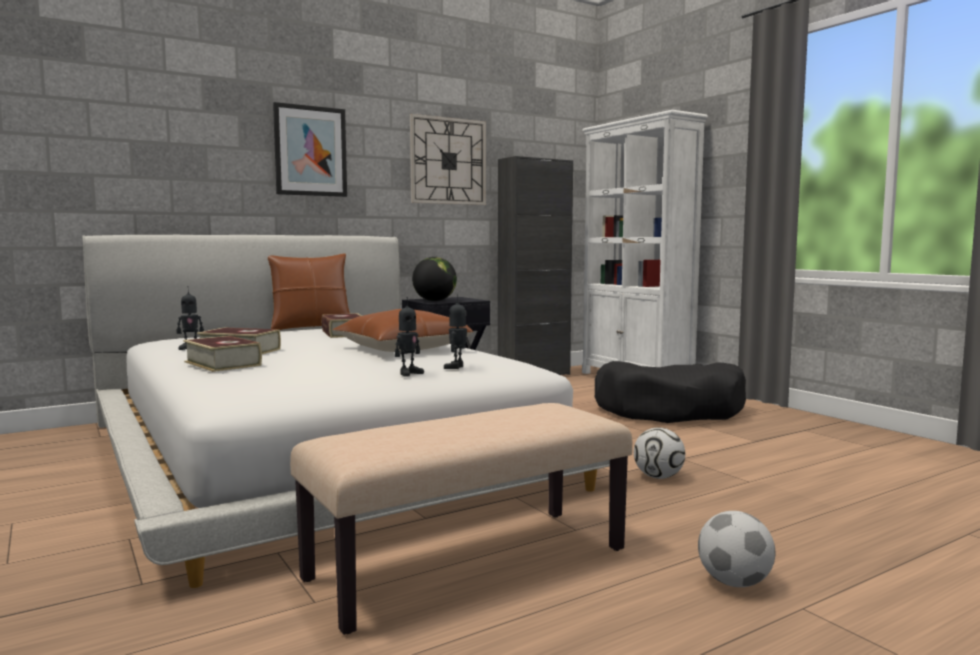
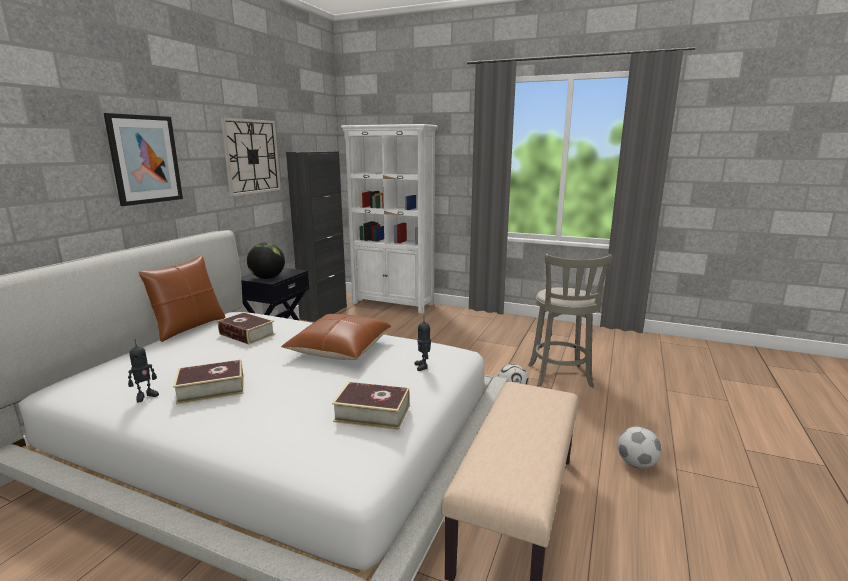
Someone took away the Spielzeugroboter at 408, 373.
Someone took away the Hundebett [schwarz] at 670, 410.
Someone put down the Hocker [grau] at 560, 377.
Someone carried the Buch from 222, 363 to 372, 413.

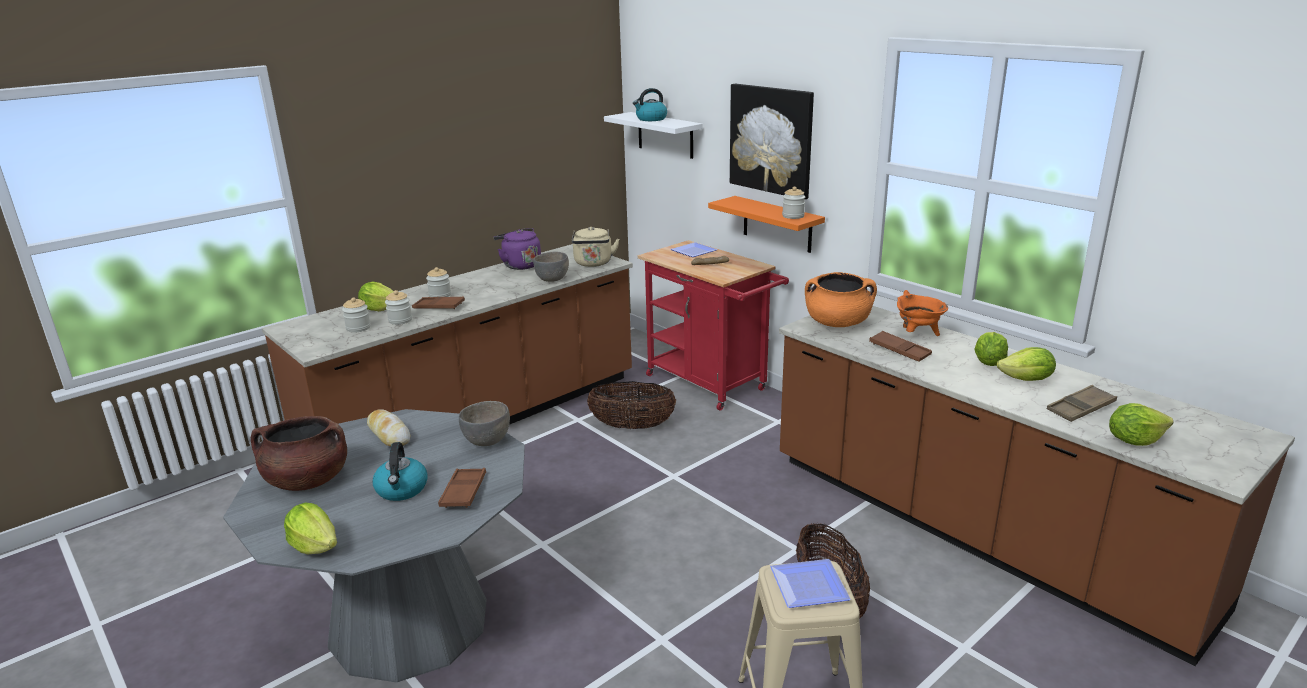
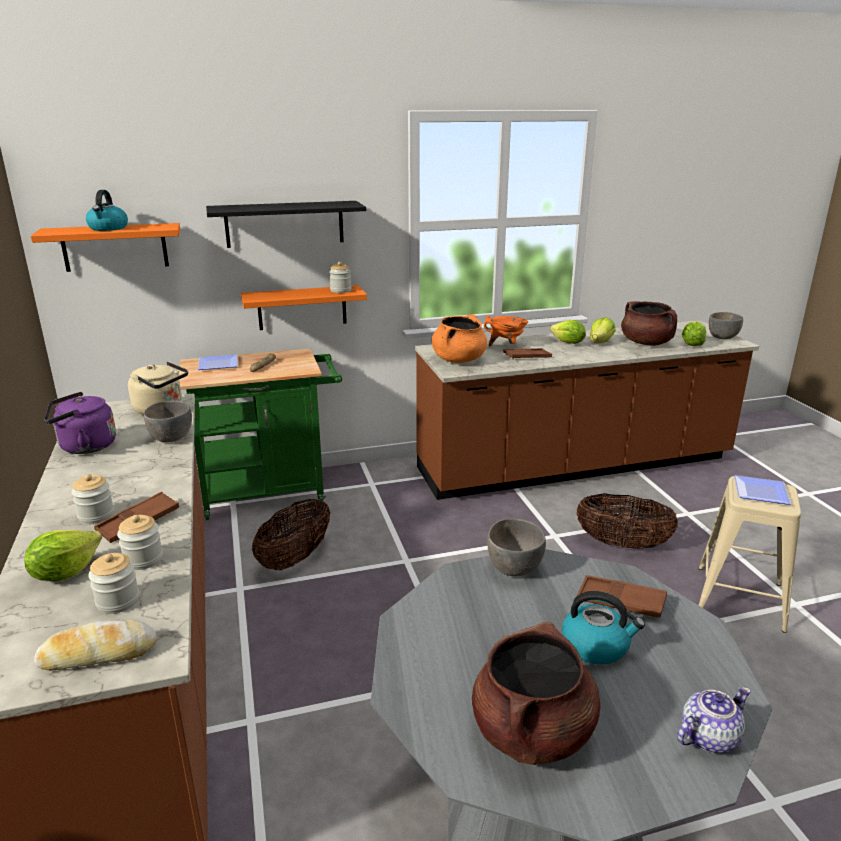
Someone put down the Schüssel [grau] at 723, 337.
Someone carried the Brot from 389, 434 to 98, 654.
Someone swapped the Salatkopf at 315, 546 for the Teekanne at 708, 737.
Someone swapped the Bild at 771, 140 for the Wandregal [schwarz] at 284, 224.
Someone swapped the Tablett [braun] at 1080, 408 for the Kochtopf [braun] at 646, 343.
Someone repainted the Wandregal [weiß] at 665, 135, which became the Wandregal [orange] at 115, 247.
Someone repainted the Rollwagen [rot] at 711, 385, which became the Rollwagen [grün] at 272, 493.

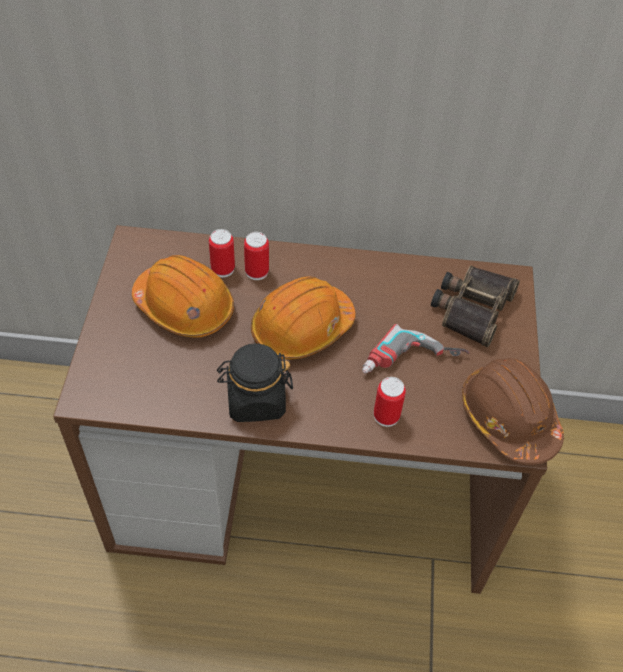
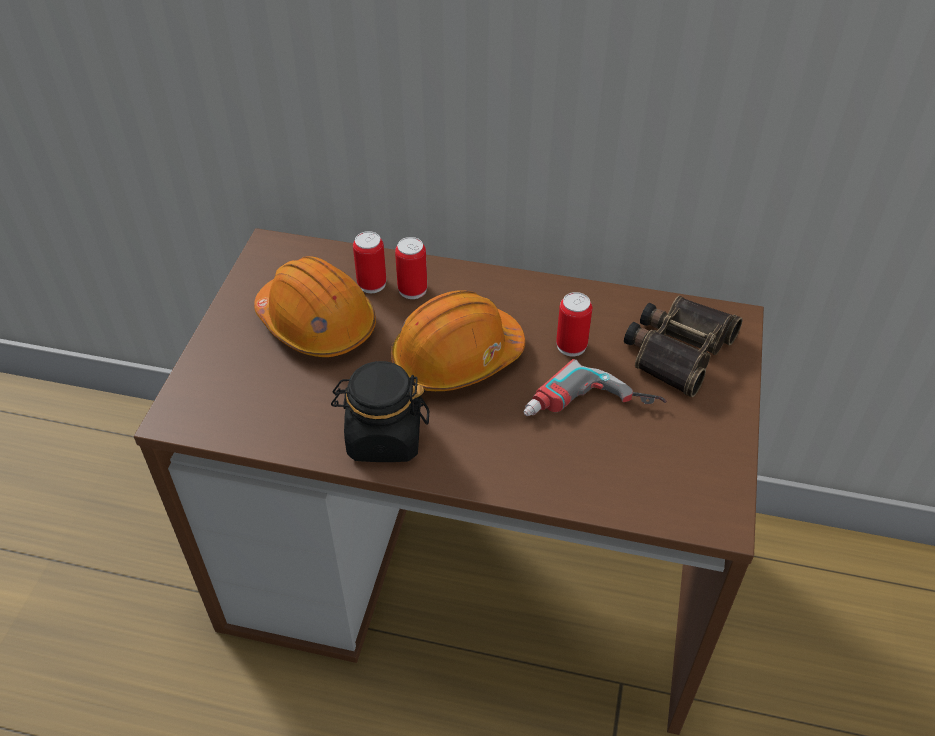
Someone took away the Schutzhelm [braun] at 508, 418.
Someone carried the Dose from 386, 416 to 571, 345.

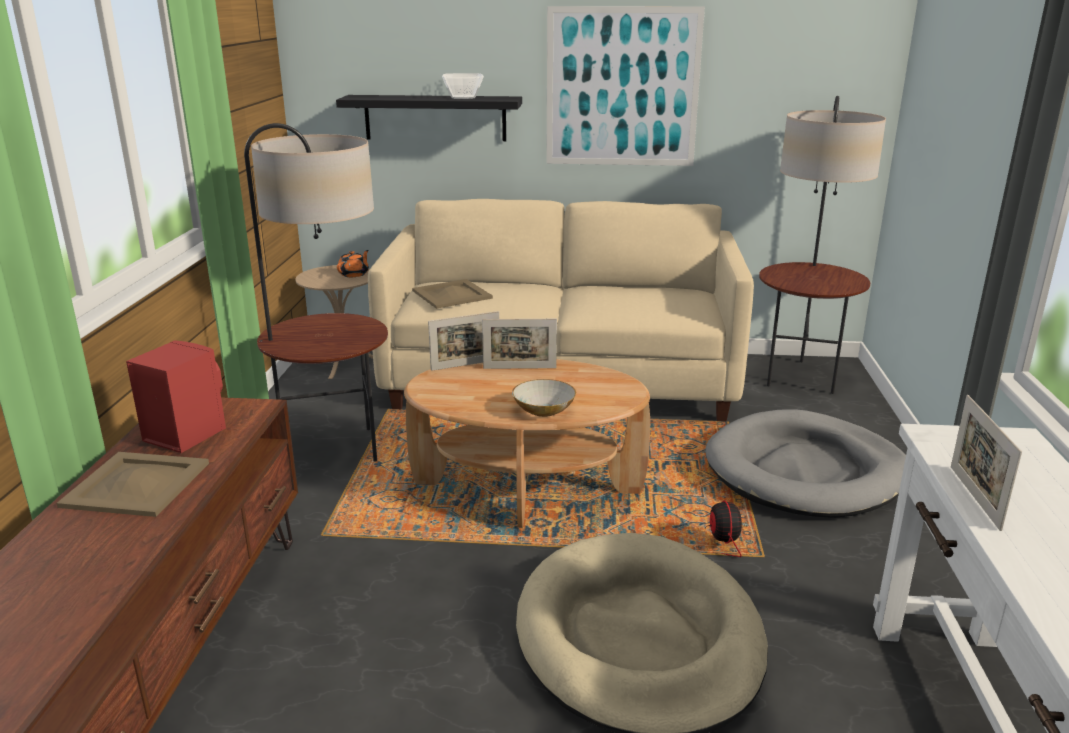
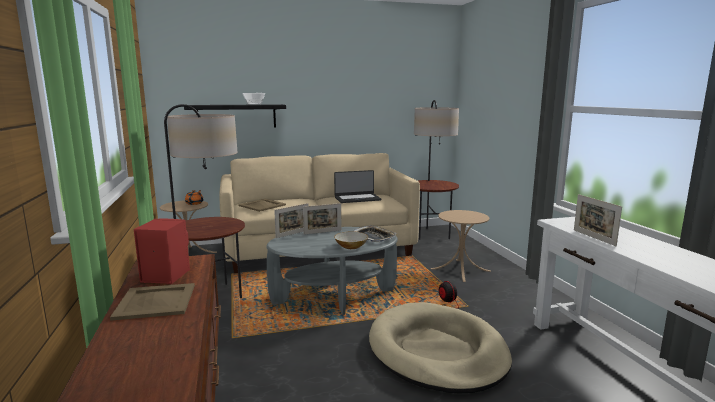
Someone took away the Bild at 622, 88.
Someone put down the Laptop at 357, 198.
Someone put down the Tablett at 374, 237.
Someone swapped the Hundebett [grau] at 805, 471 for the Beistelltisch [beige] at 460, 270.
Someone repainted the Couchtisch [braun] at 526, 489, which became the Couchtisch [grau] at 334, 297.

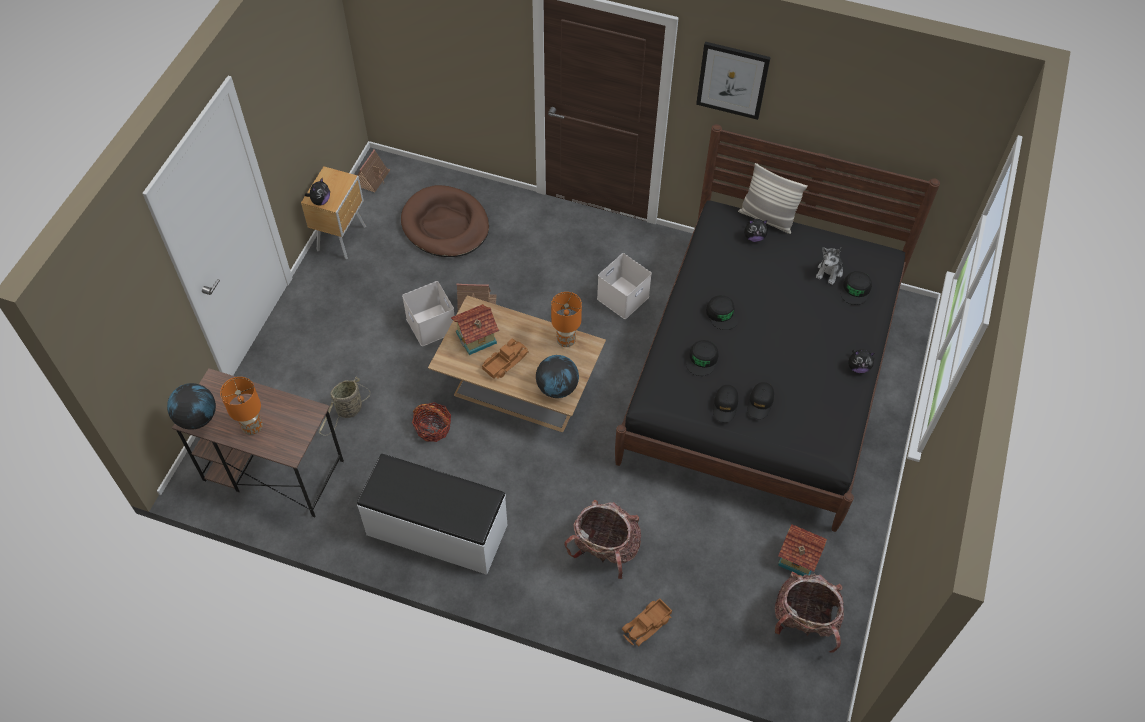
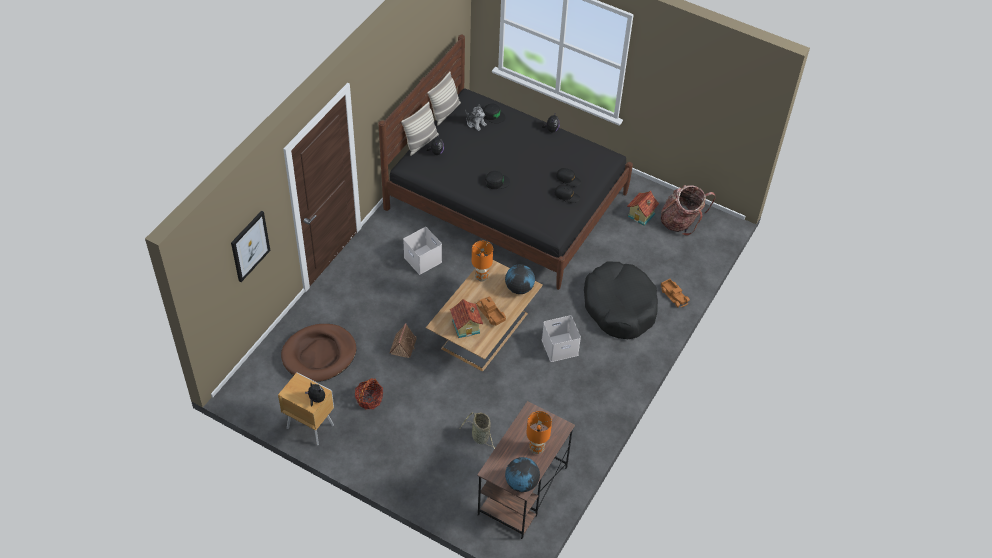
Someone took away the Bank [weiß] at 436, 531.
Someone took away the Spielzeughaus at 372, 178.
Someone took away the Kappe [schwarz] at 702, 360.
Someone put down the Kissen at 445, 112.
Someone carried the Aufbewahrungsbox [weiß] from 430, 324 to 559, 348.
Someone carried the Korb from 433, 428 to 369, 399.
Someone carried the Bild from 732, 80 to 250, 246.
Someone swapped the Rucksack at 605, 549 for the Hundebett [schwarz] at 619, 307.

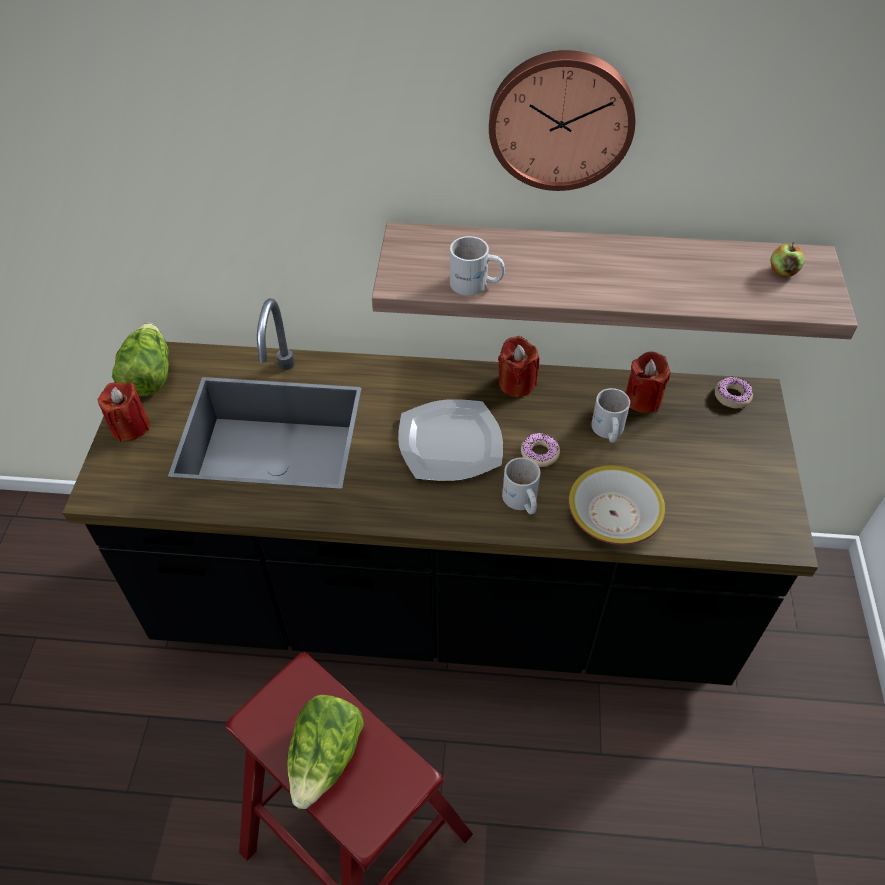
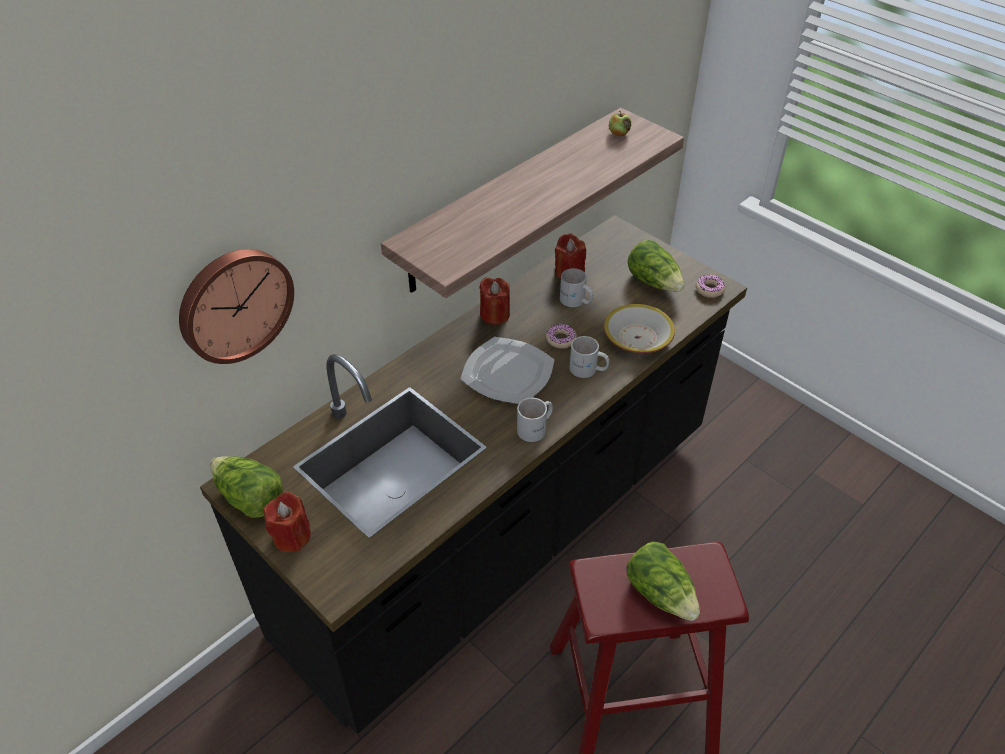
Someone put down the Salatkopf at 654, 282.
Someone carried the Henkelbecher [weiß] from 476, 284 to 536, 428.
Someone carried the Wanduhr from 561, 119 to 234, 303.
Someone carried the Donut from 732, 396 to 709, 289.

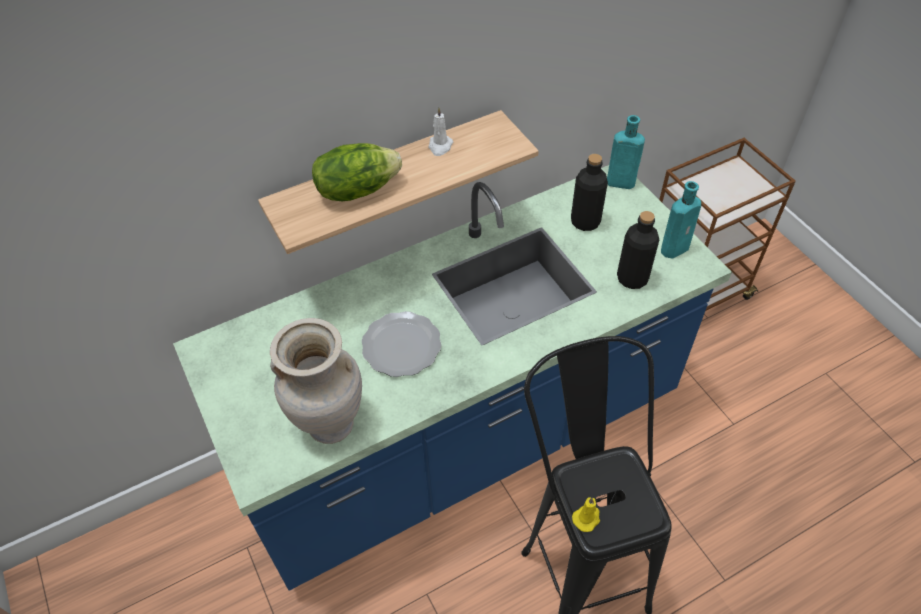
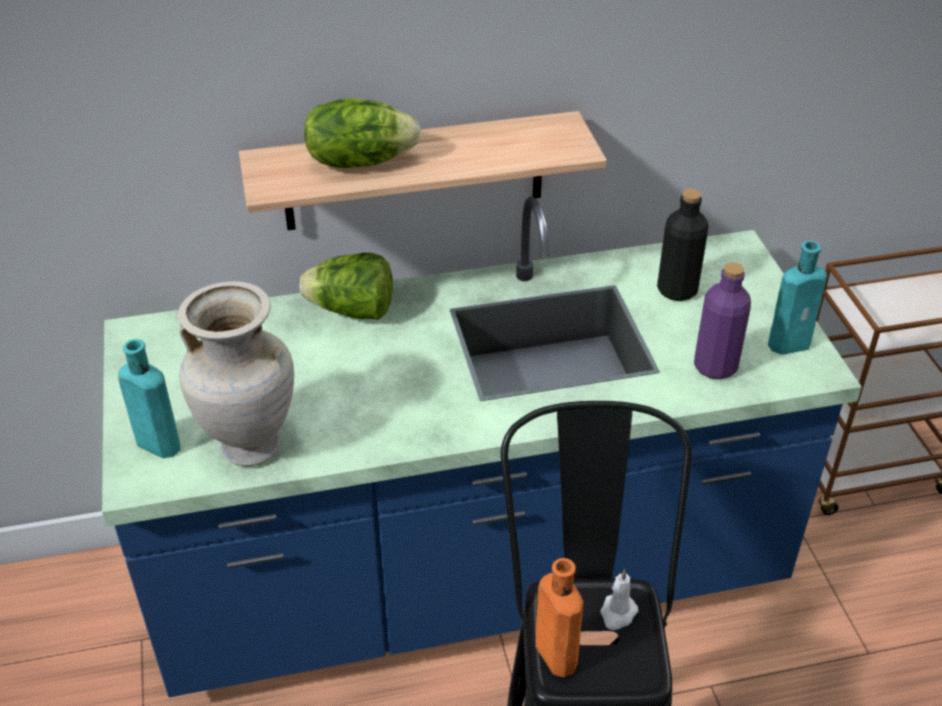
Someone took away the Teller at 402, 347.
Someone put down the Salatkopf at 352, 311.
Someone carried the Kerze [weiß] from 440, 146 to 617, 613.
Someone carried the Flasche [türkis] from 618, 182 to 156, 443.
Someone swapped the Kerze [gelb] at 587, 518 for the Flasche [orange] at 554, 652.
Someone repainted the Flasche [schwarz] at 632, 278, which became the Flasche [lila] at 715, 366.

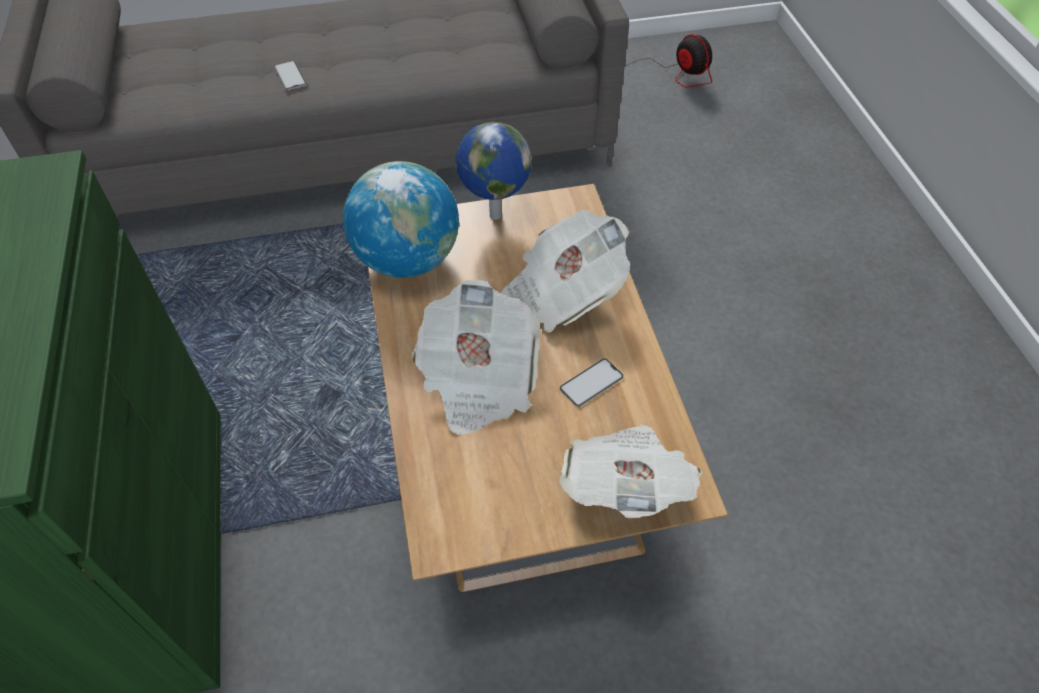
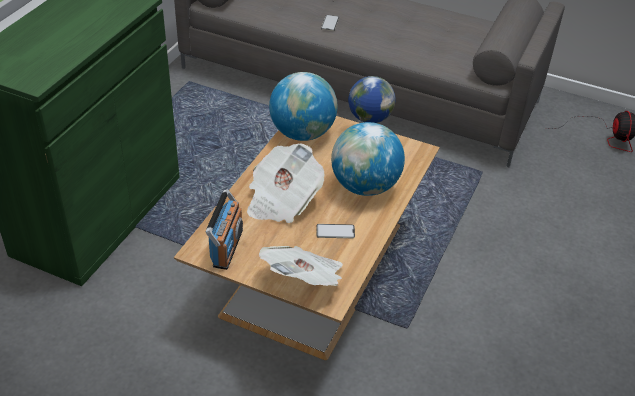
Someone put down the Radio at 227, 248.
Someone swapped the Zeitung at 563, 292 for the Globus at 365, 186.

